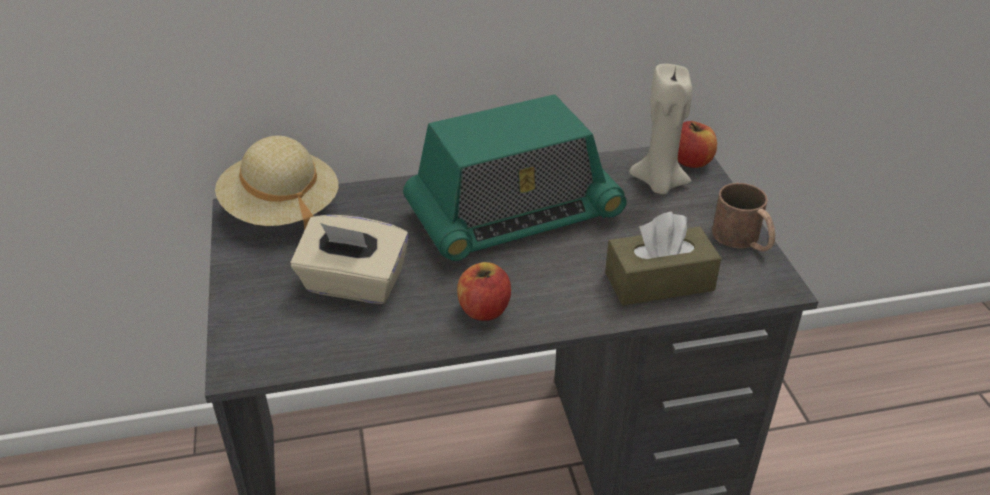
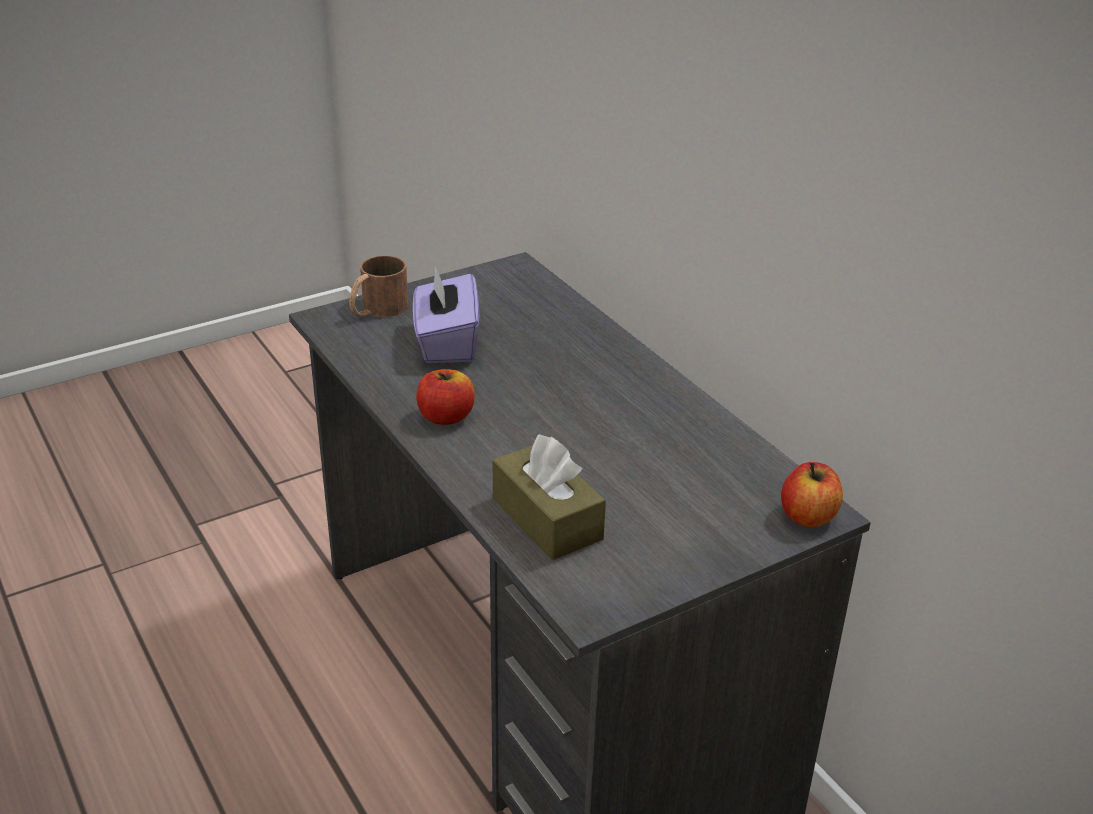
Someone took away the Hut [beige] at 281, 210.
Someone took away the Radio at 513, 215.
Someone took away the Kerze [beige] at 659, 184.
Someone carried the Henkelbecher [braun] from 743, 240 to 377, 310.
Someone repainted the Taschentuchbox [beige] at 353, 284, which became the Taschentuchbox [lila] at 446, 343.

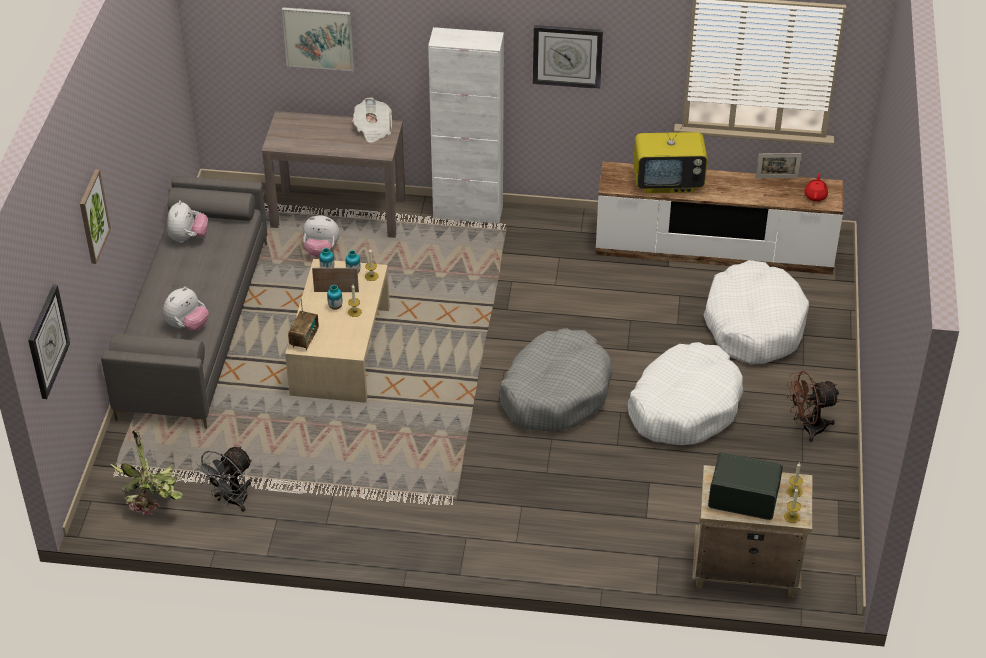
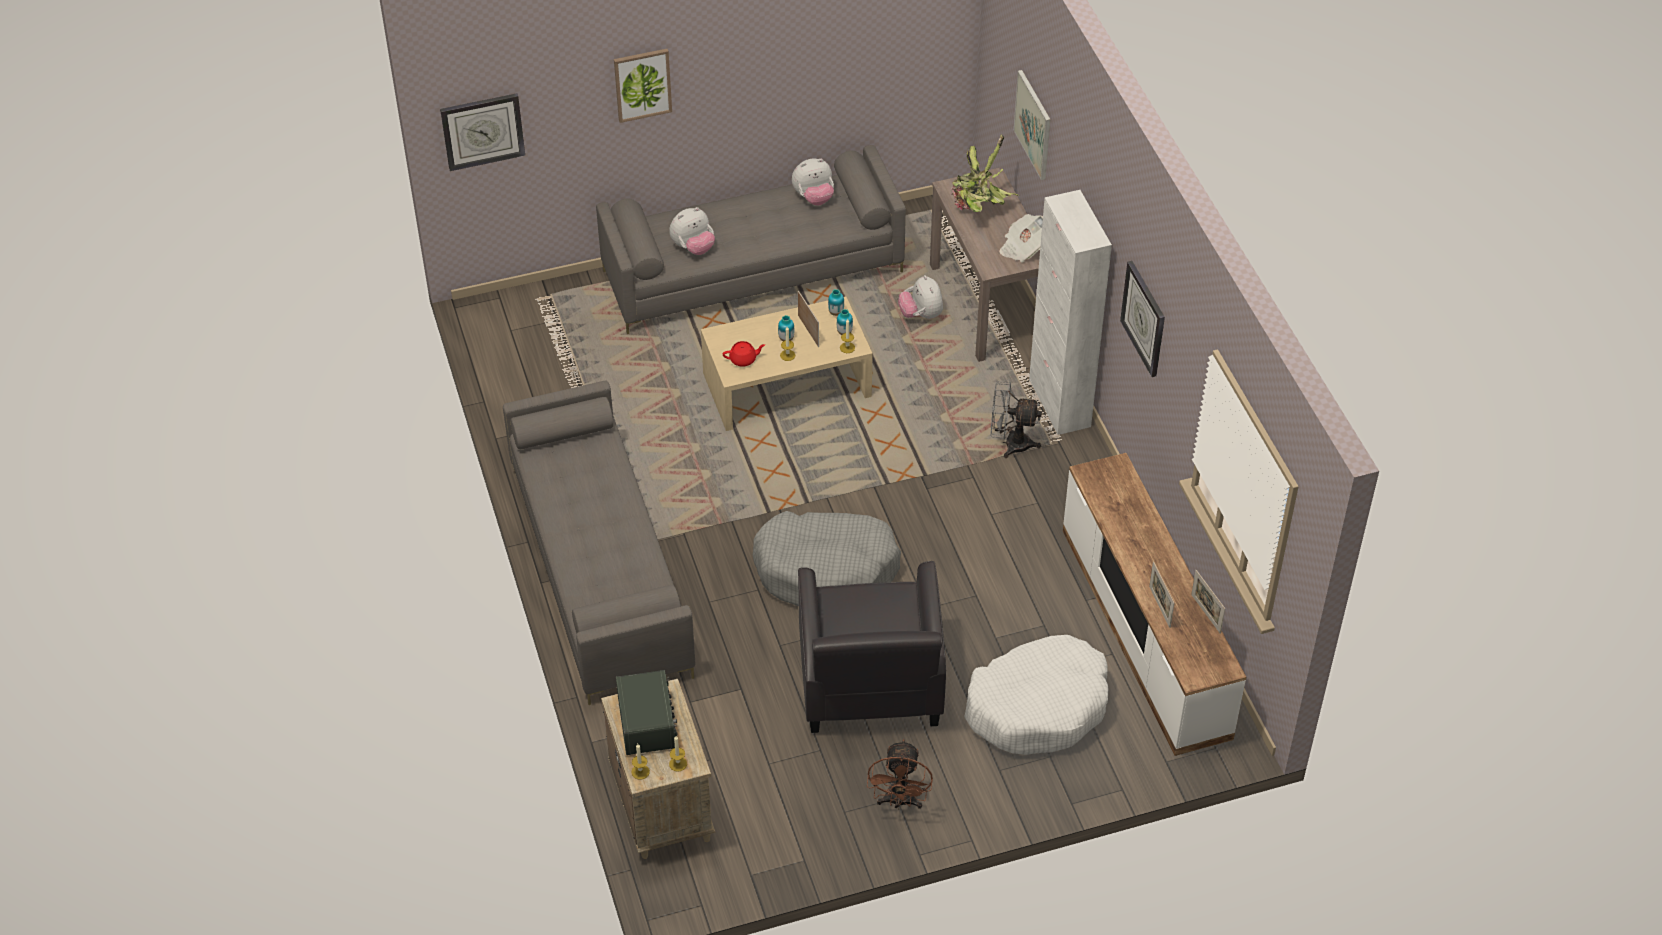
Someone took away the Radio at 304, 339.
Someone took away the Fernseher at 668, 183.
Someone put down the Sofa [grau] at 599, 569.
Someone put down the Bilderrahmen at 1159, 607.
Someone carried the Topfpflanze from 154, 502 to 979, 208.
Someone carried the Ventilator [grau] from 231, 501 to 1010, 443.
Someone carried the Teekanne [rot] from 815, 195 to 743, 359.
Someone swapped the Hundebett [weiß] at 684, 406 for the Sessel [schwarz] at 869, 683.
Someone rotated the Plüschtier at 187, 326 by 45 degrees counterclockwise.
Someone rotated the Ventilator [braun] at 807, 428 by 135 degrees counterclockwise.

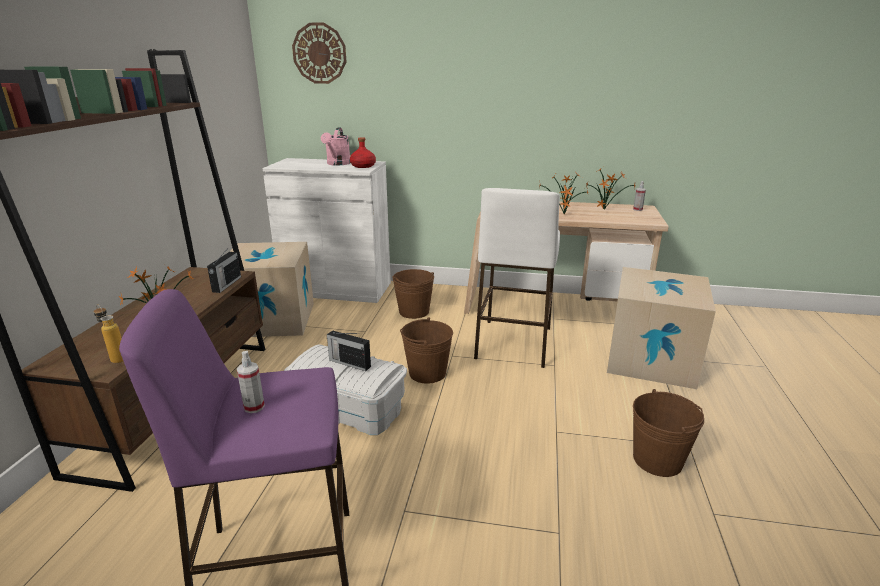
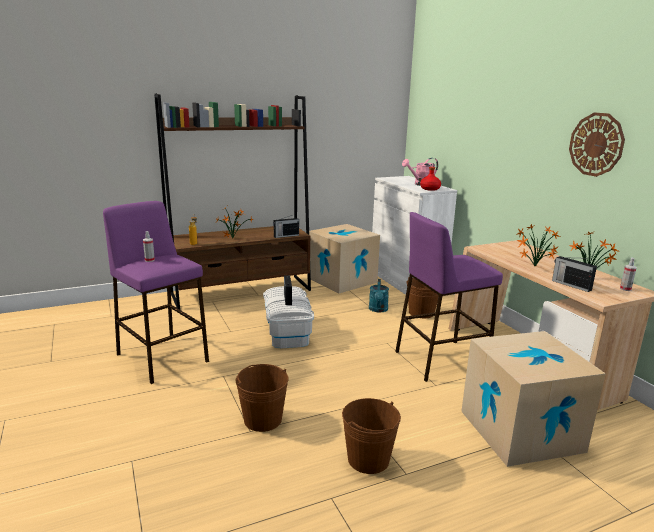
Someone put down the Gießkanne [türkis] at 378, 310.
Someone put down the Radio at 570, 285.
Someone carried the Wanduhr from 319, 53 to 596, 144.
Someone carried the Eimer [braun] from 427, 373 to 262, 420.
Someone repainted the Hocker [weiß] at 513, 343, which became the Hocker [lila] at 440, 360.

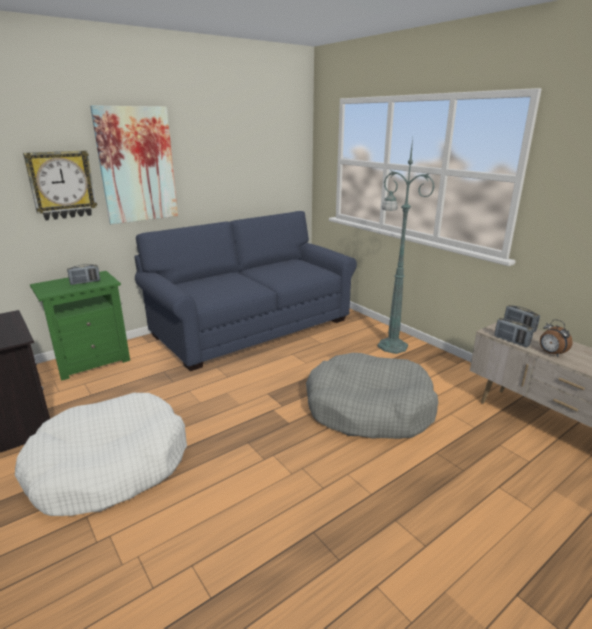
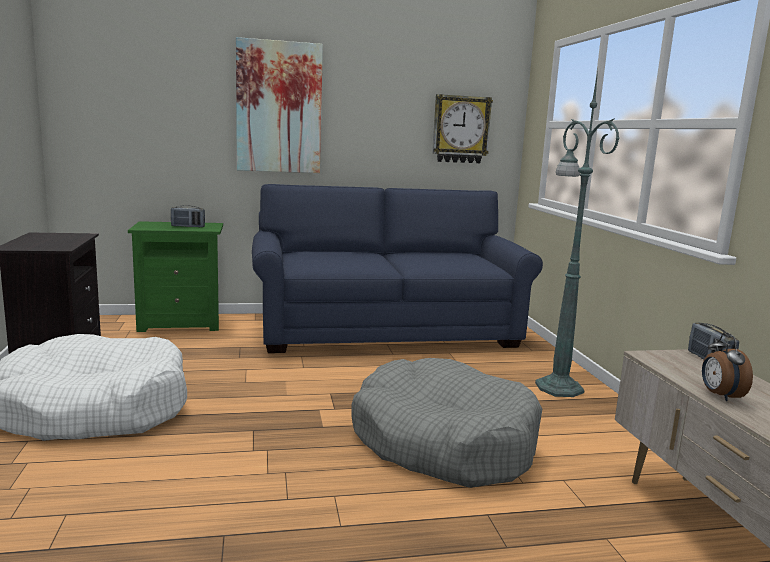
Someone took away the Radio at 511, 341.
Someone carried the Wanduhr from 62, 185 to 460, 129.

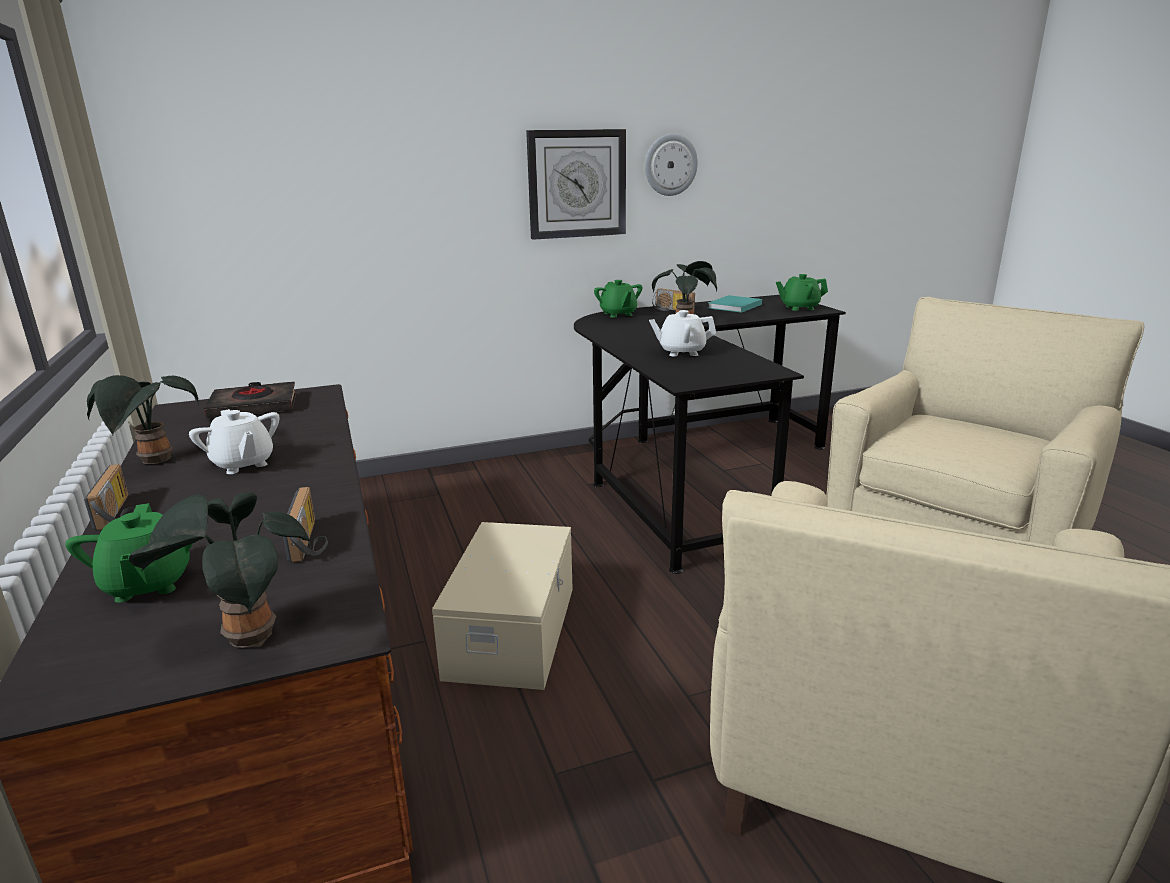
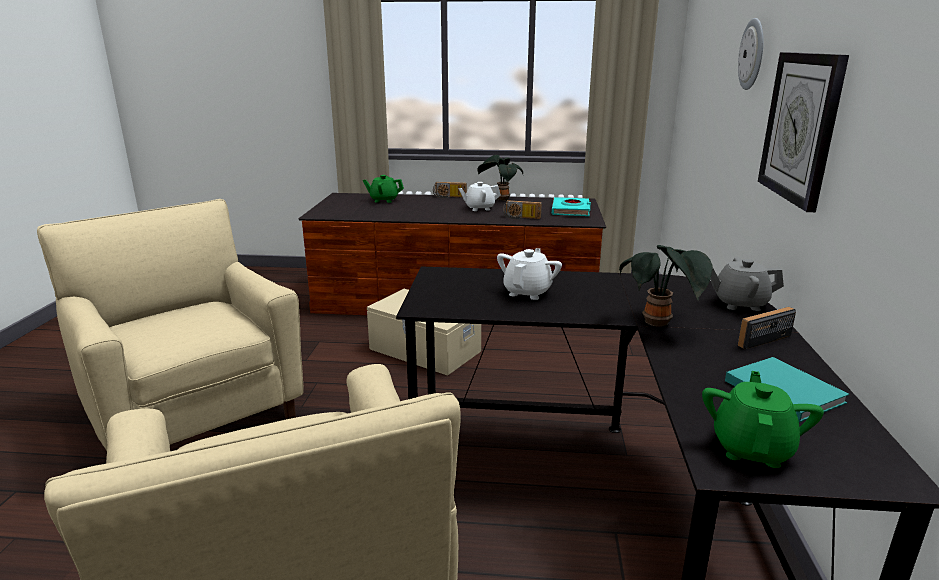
Someone took away the Topfpflanze at 244, 637.
Someone carried the Radio from 311, 541 to 521, 218.
Someone carried the Wanduhr from 670, 165 to 752, 54.
Someone repainted the Buch [schwarz] at 254, 406, which became the Buch [türkis] at 571, 210.
Someone repainted the Teekanne [grün] at 618, 314, which became the Teekanne [grau] at 739, 303.

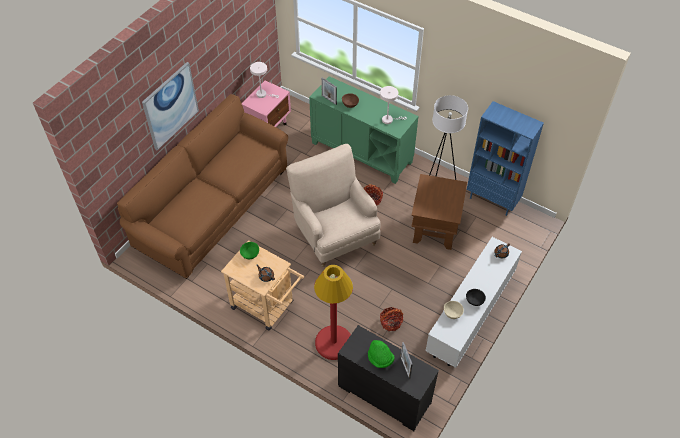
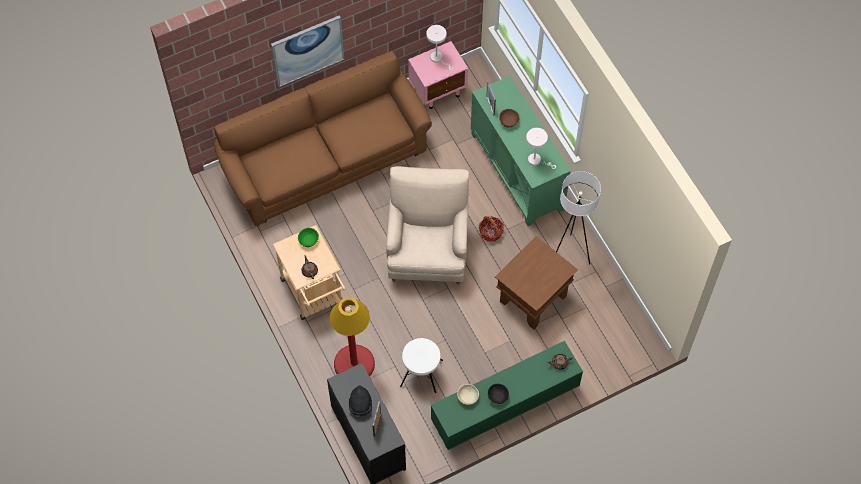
Someone took away the Bücherregal [blau] at 493, 200.
Someone swapped the Korb at 391, 322 for the Hocker [weiß] at 421, 373.
Someone repainted the Hut [grün] at 380, 358, which became the Hut [schwarz] at 360, 404.
Someone repainted the Fernsehschrank [weiß] at 470, 314, which became the Fernsehschrank [grün] at 504, 405.

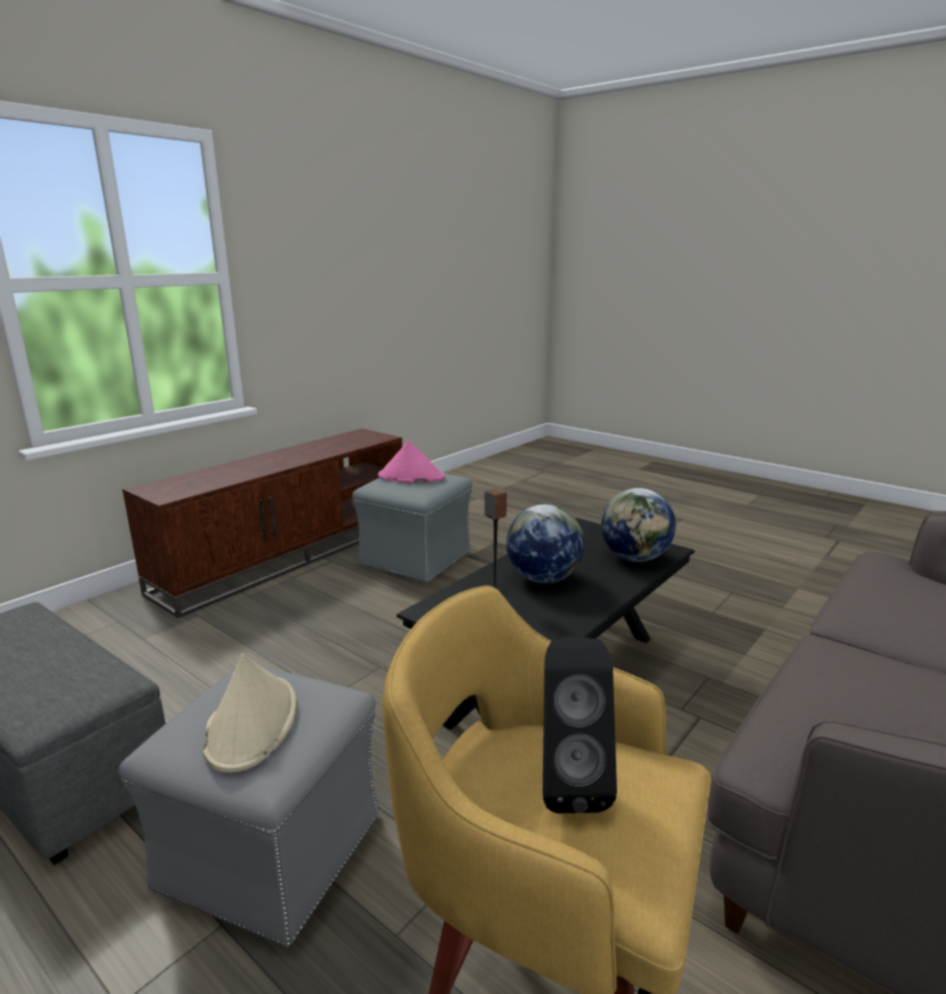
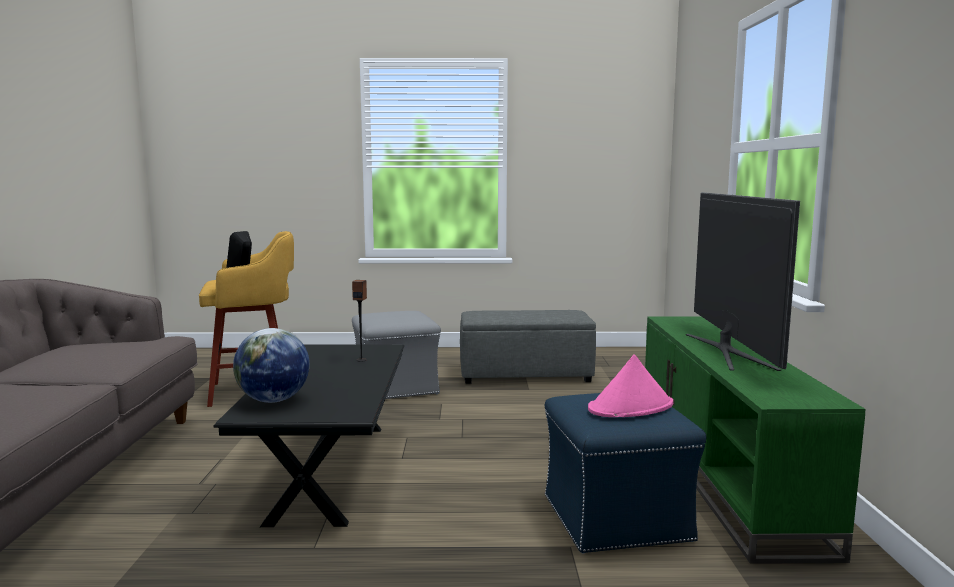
Someone took away the Hut [beige] at 252, 723.
Someone took away the Globus at 543, 578.
Someone put down the Fernseher at 729, 351.
Someone repainted the Fernsehschrank [braun] at 289, 555, which became the Fernsehschrank [grün] at 724, 471.
Someone repainted the Polsterhocker [grau] at 416, 558, which became the Polsterhocker [blau] at 616, 519.

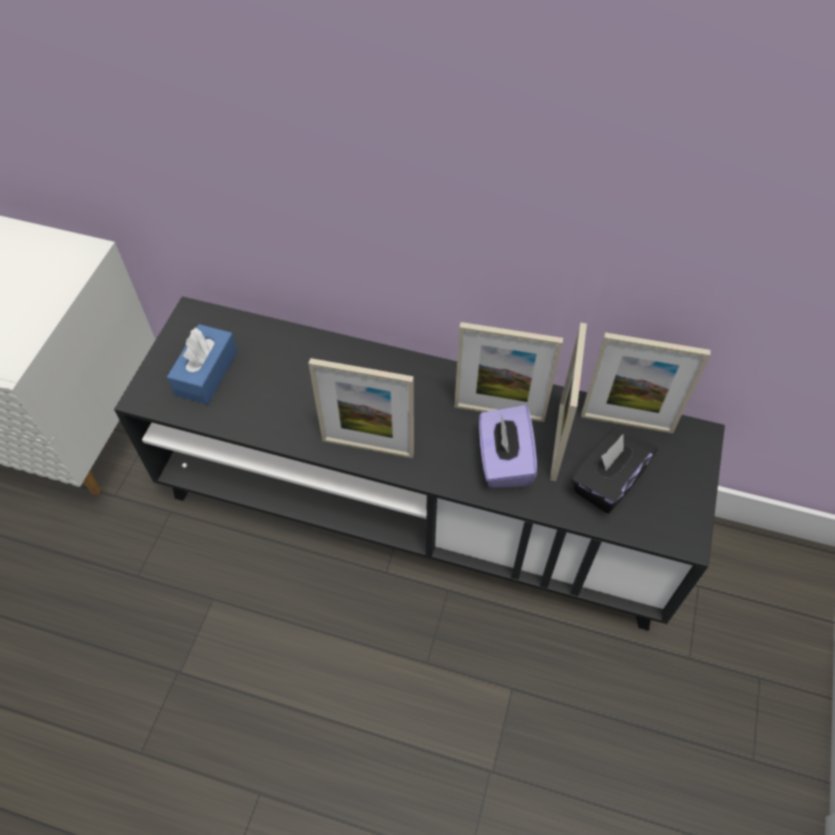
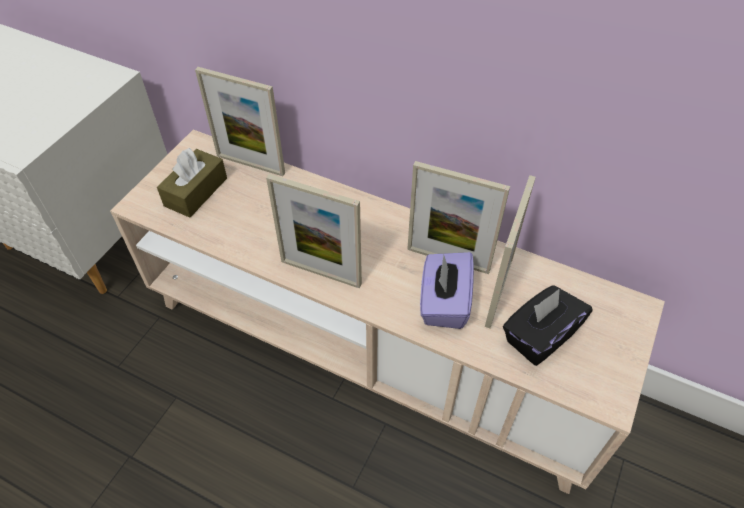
Someone carried the Bilderrahmen from 626, 422 to 250, 164.
Someone repainted the Fernsehschrank [schwarz] at 417, 509, which became the Fernsehschrank [beige] at 372, 347.
Someone repainted the Taschentuchbox [blau] at 206, 373, which became the Taschentuchbox [braun] at 196, 192.

